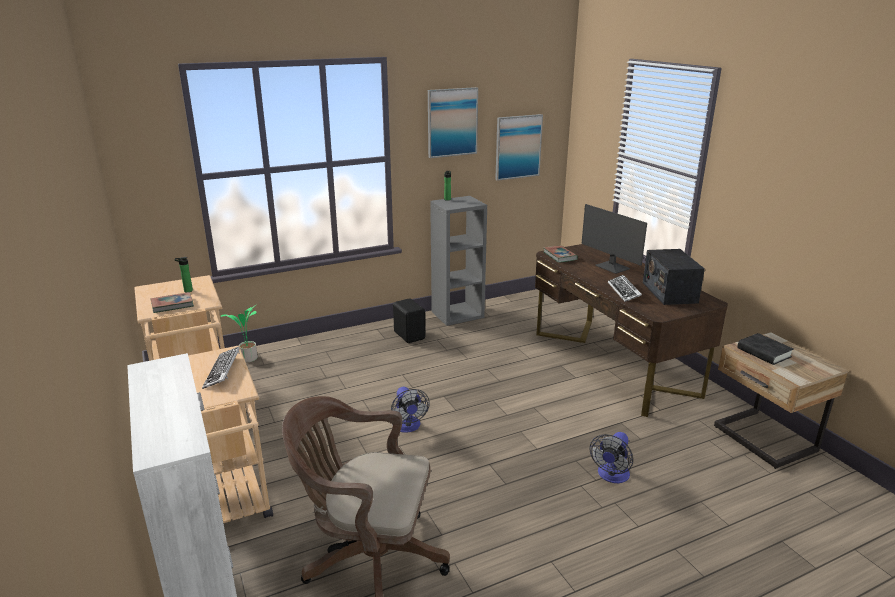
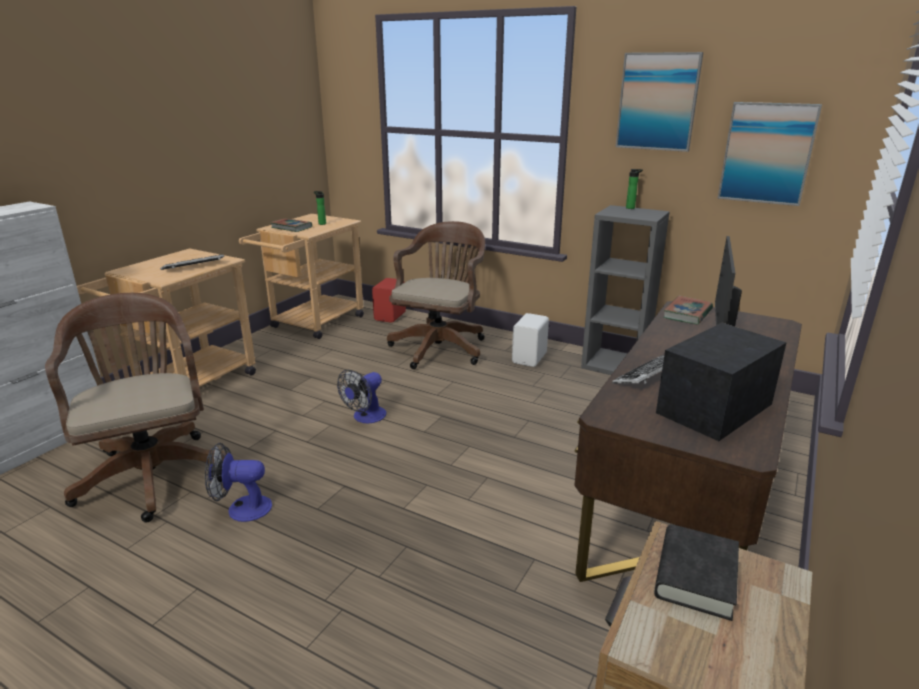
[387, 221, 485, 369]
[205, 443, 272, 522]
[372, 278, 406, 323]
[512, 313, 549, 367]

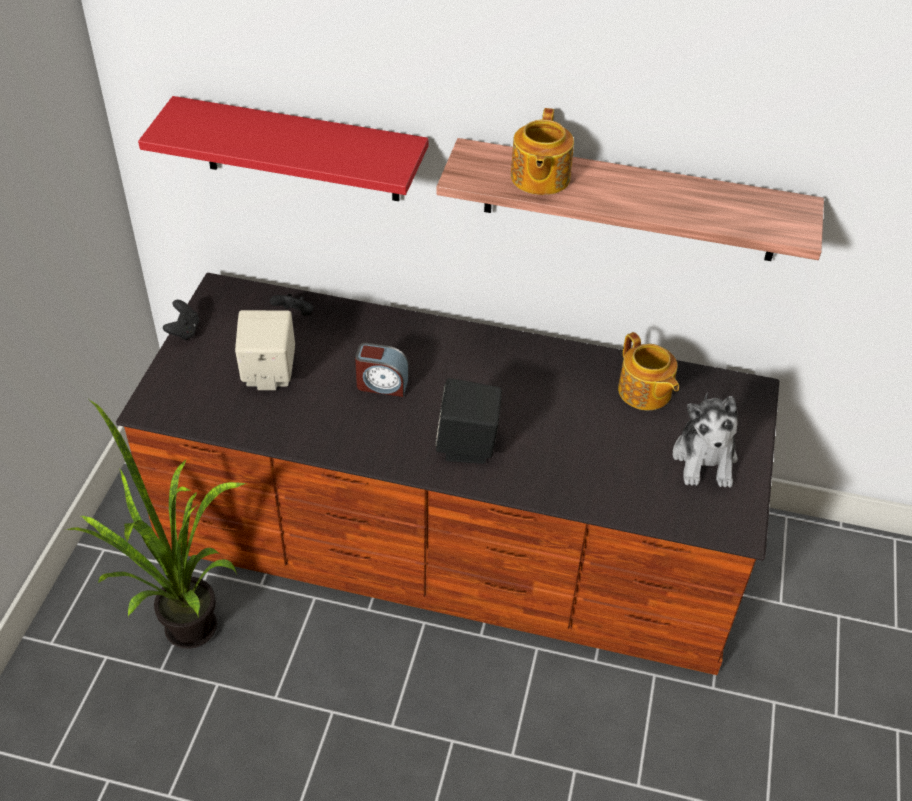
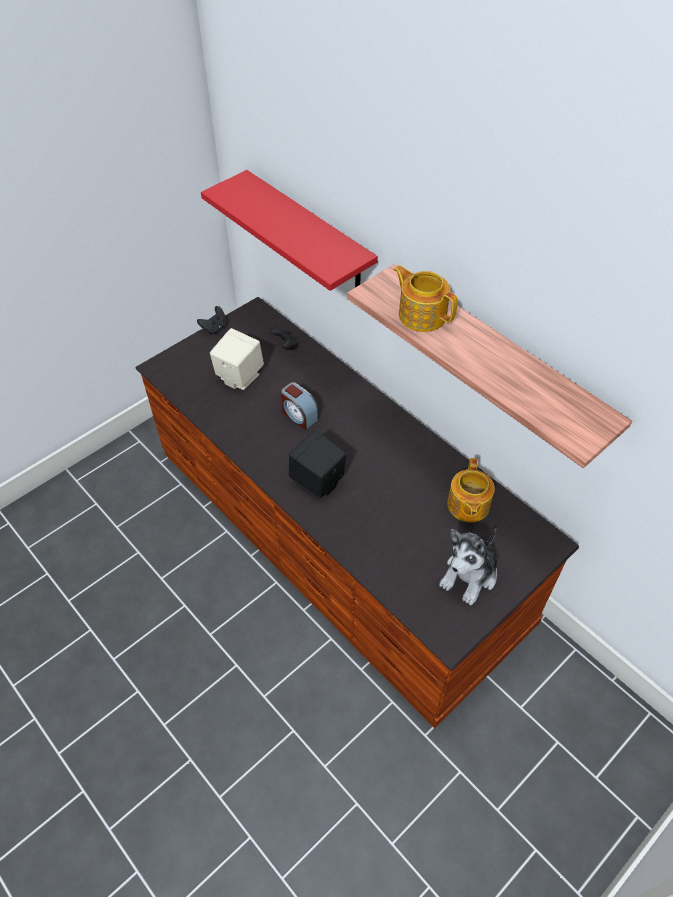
[67, 400, 245, 649] (first image)
[393, 265, 458, 332]

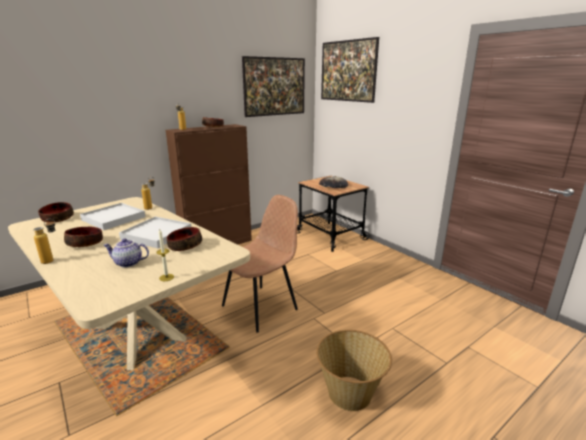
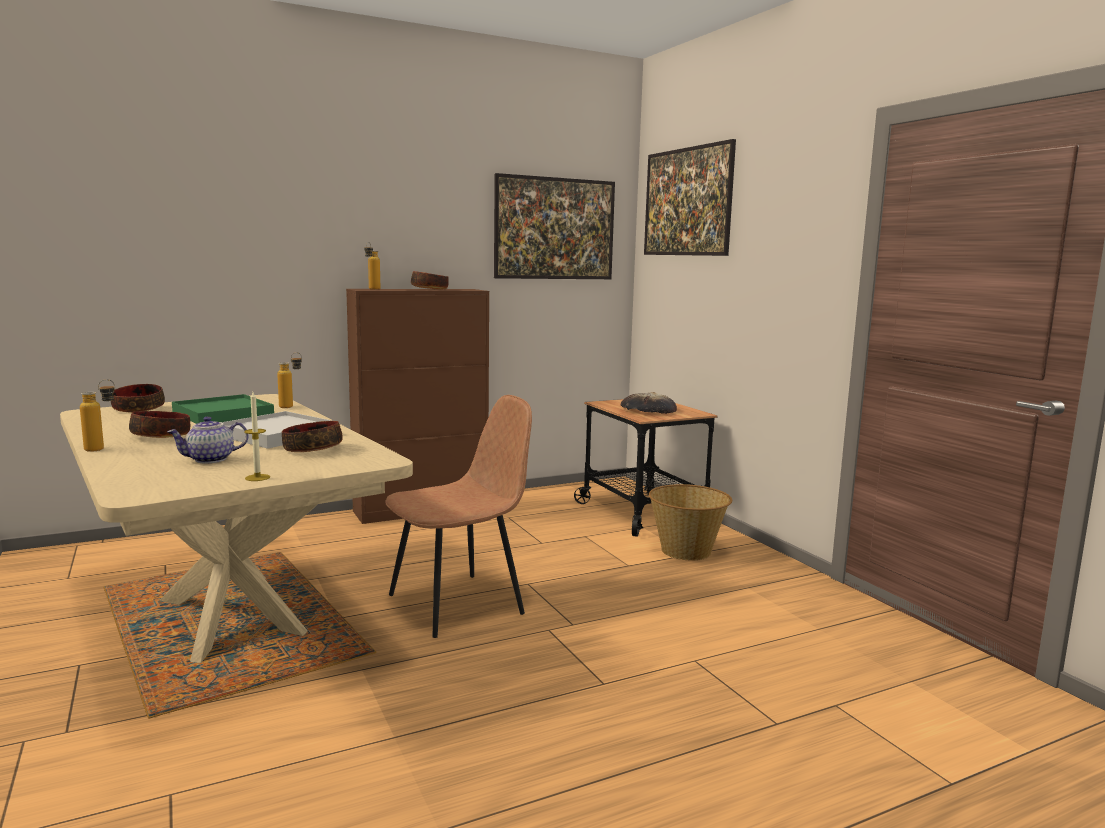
[649, 484, 732, 560]
[172, 394, 274, 424]
[167, 417, 248, 463]

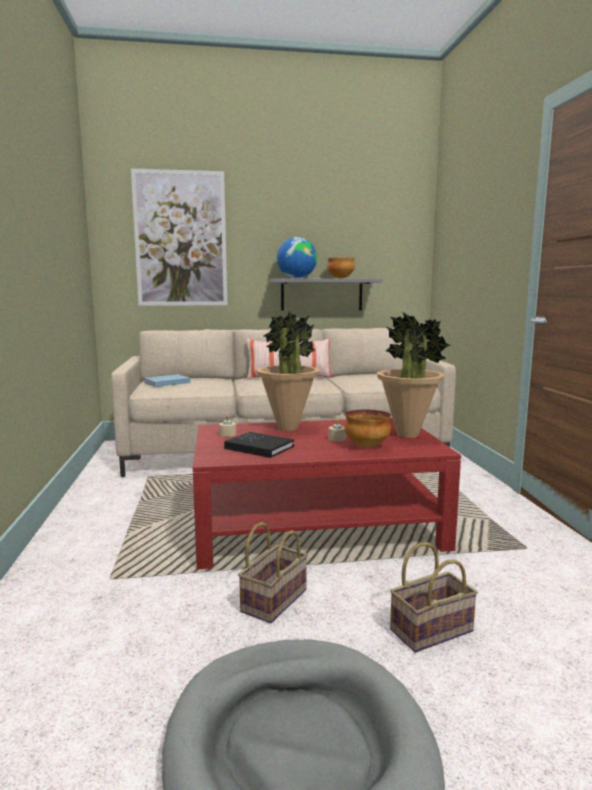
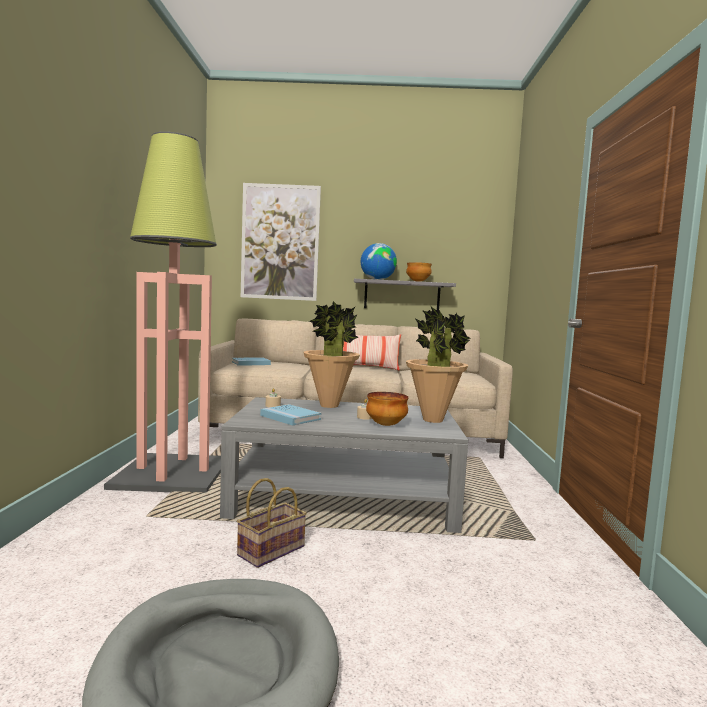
[390, 542, 478, 653] (first image)
[104, 132, 221, 492]
[220, 397, 468, 533]
[260, 404, 321, 426]

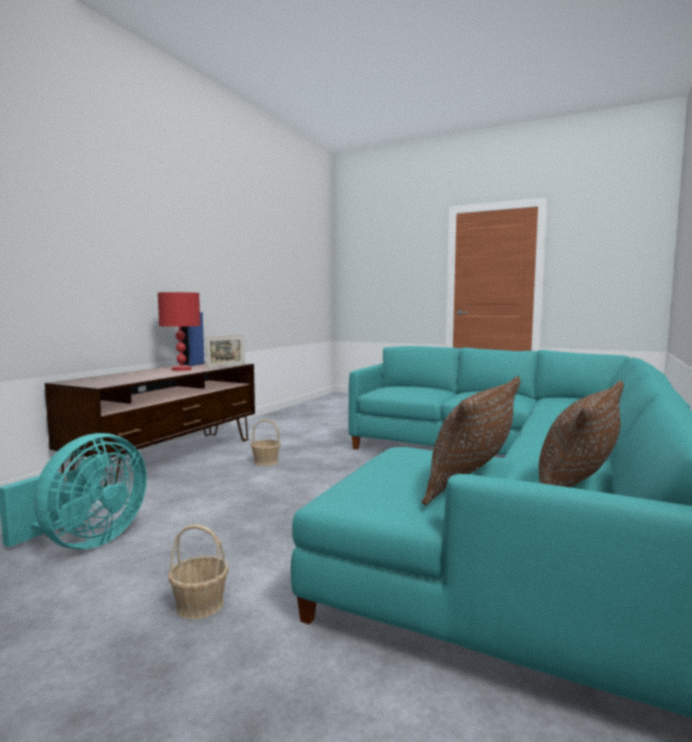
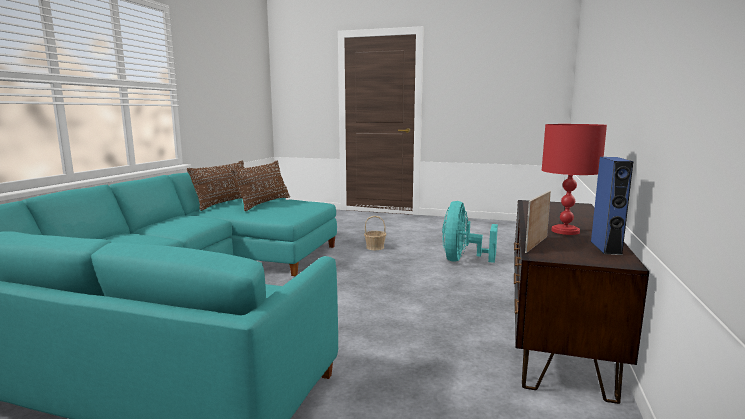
[251, 419, 281, 466] (first image)

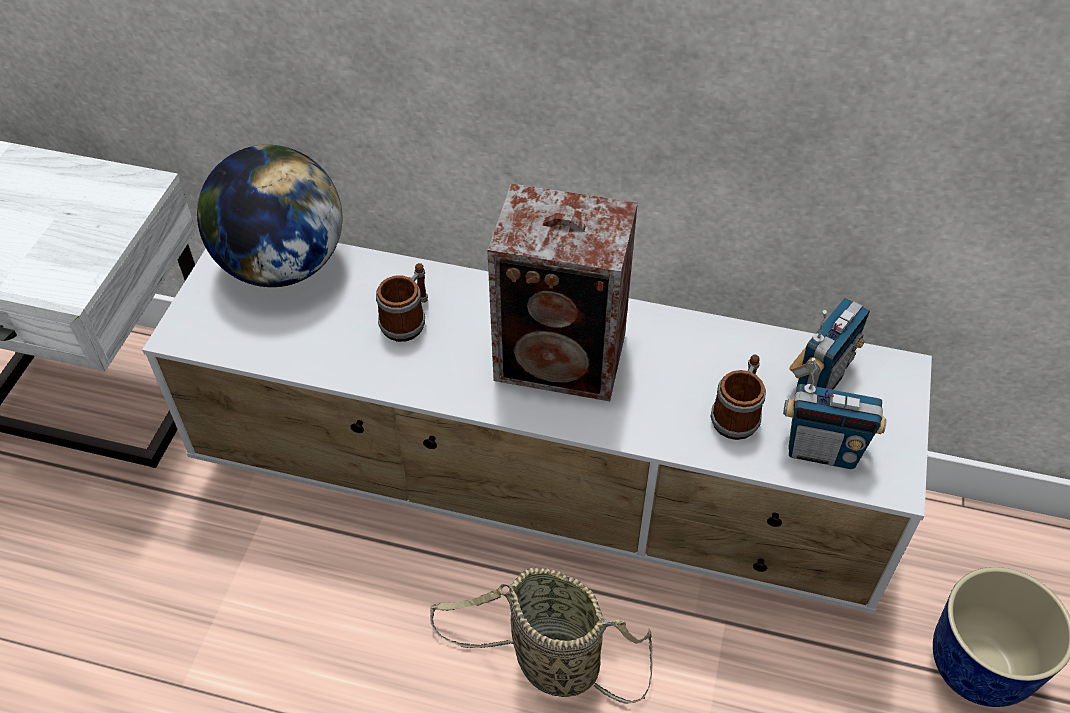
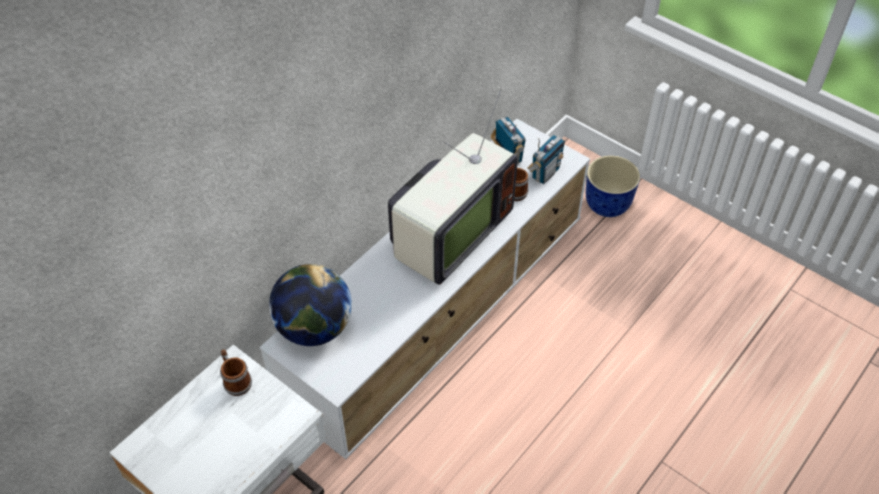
[430, 568, 652, 704] (first image)
[220, 349, 252, 396]
[388, 89, 518, 285]

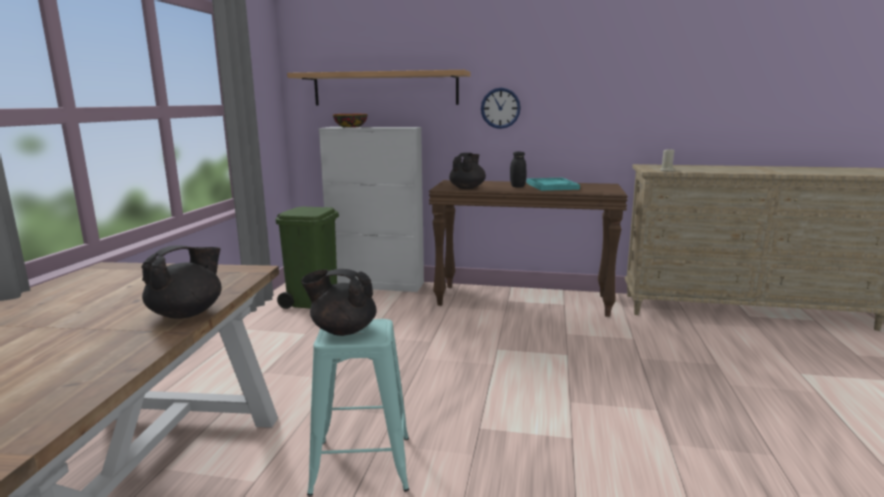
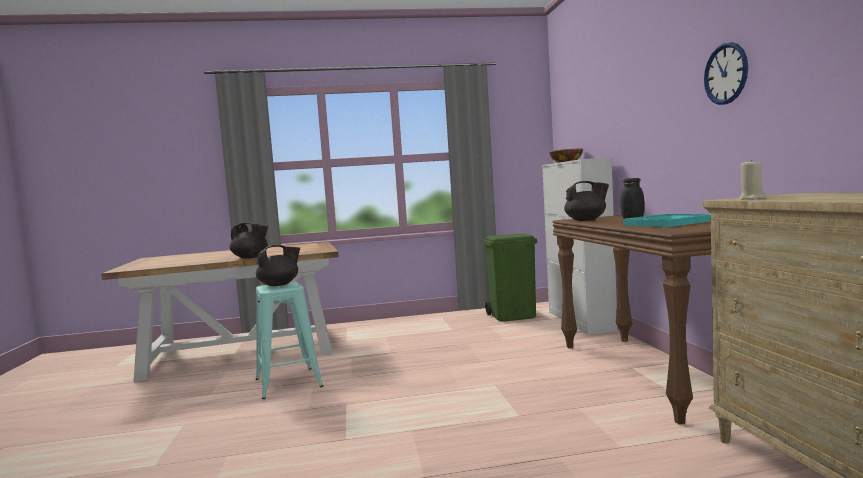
[287, 70, 470, 105] (first image)
[704, 42, 748, 105]
[256, 245, 300, 286]

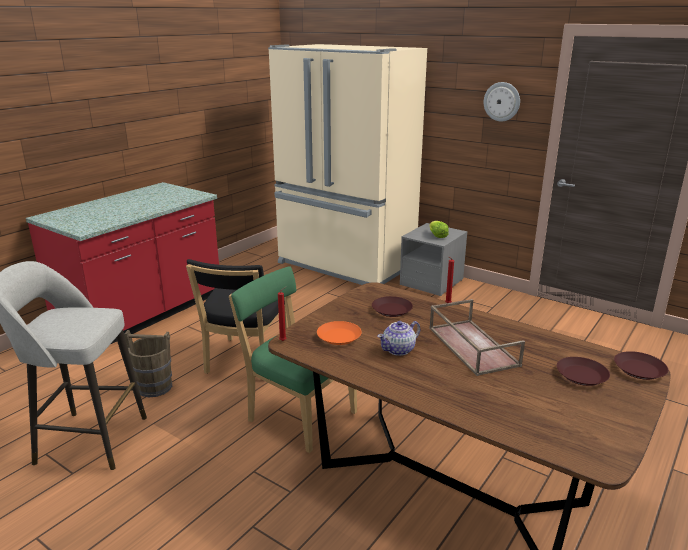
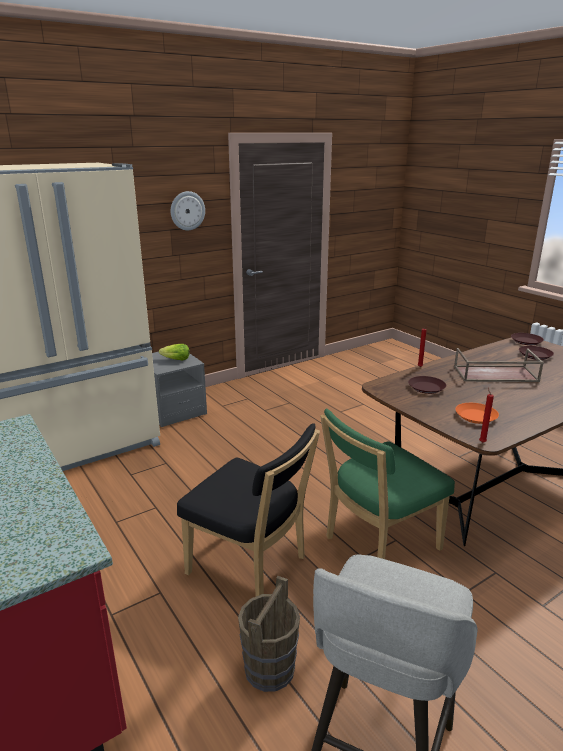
[377, 321, 420, 356] (first image)

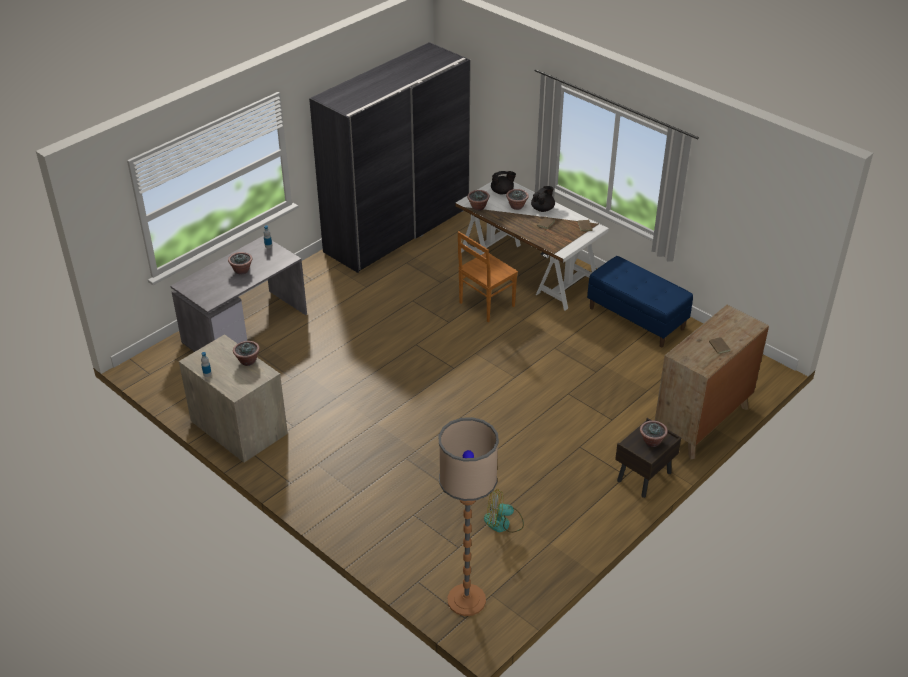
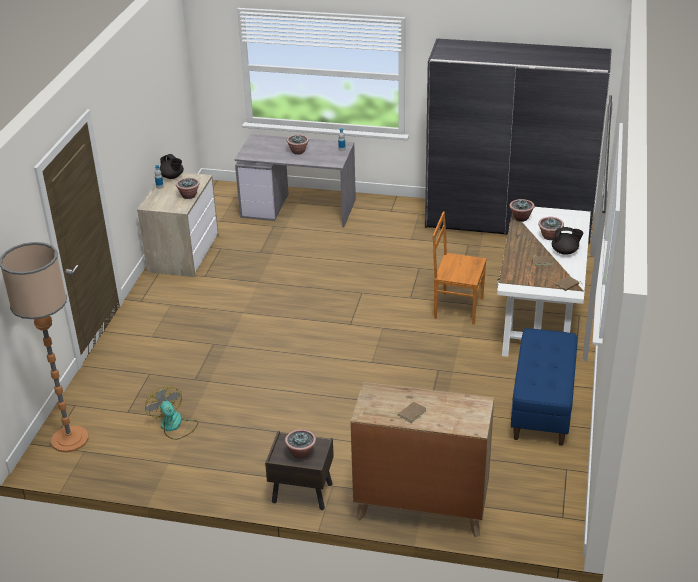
[159, 154, 184, 179]

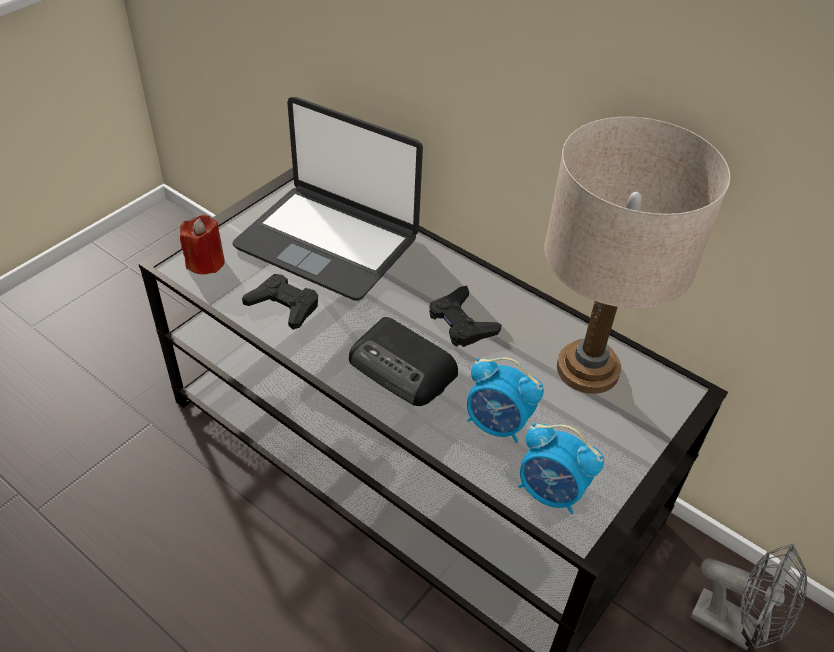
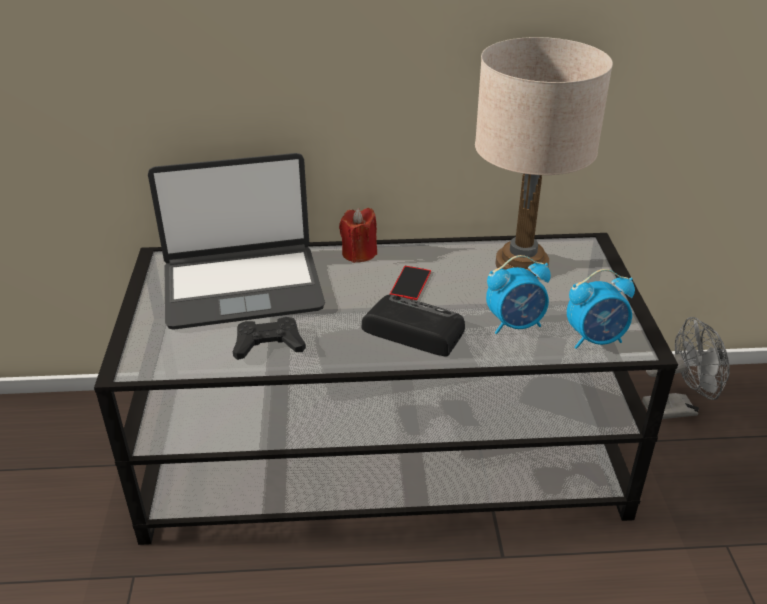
[339, 208, 377, 263]
[390, 266, 431, 300]
[362, 295, 465, 356]

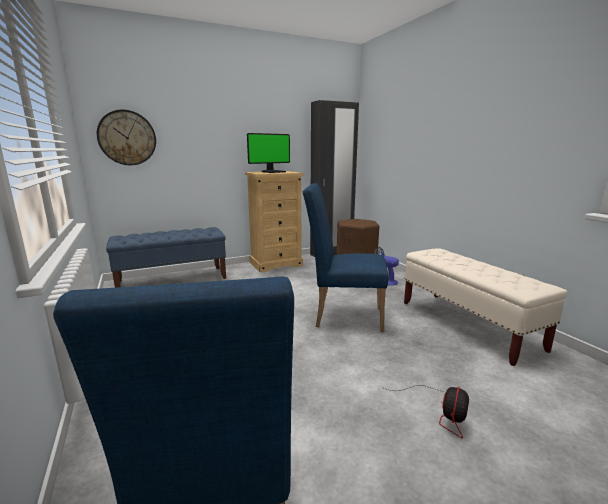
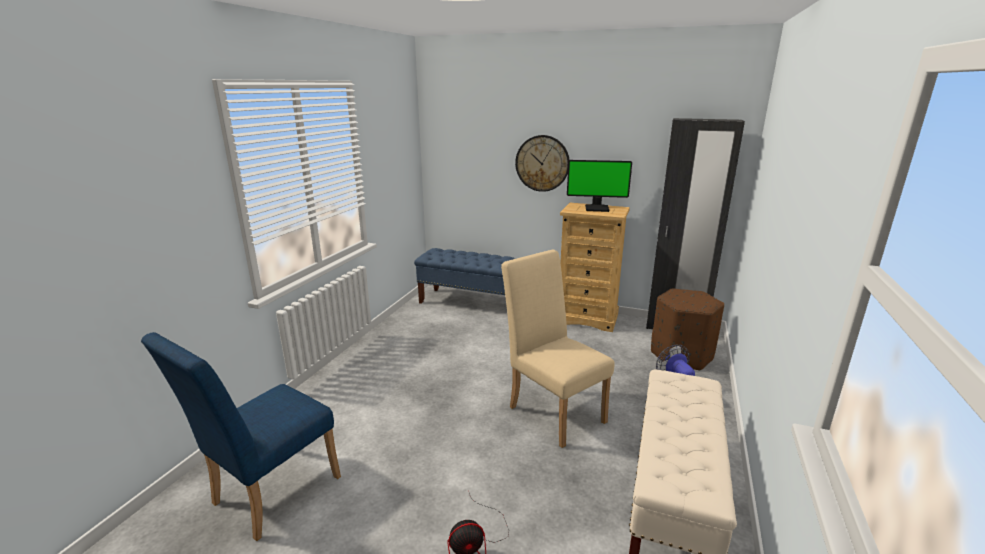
[515, 135, 570, 192]
[501, 249, 615, 448]

